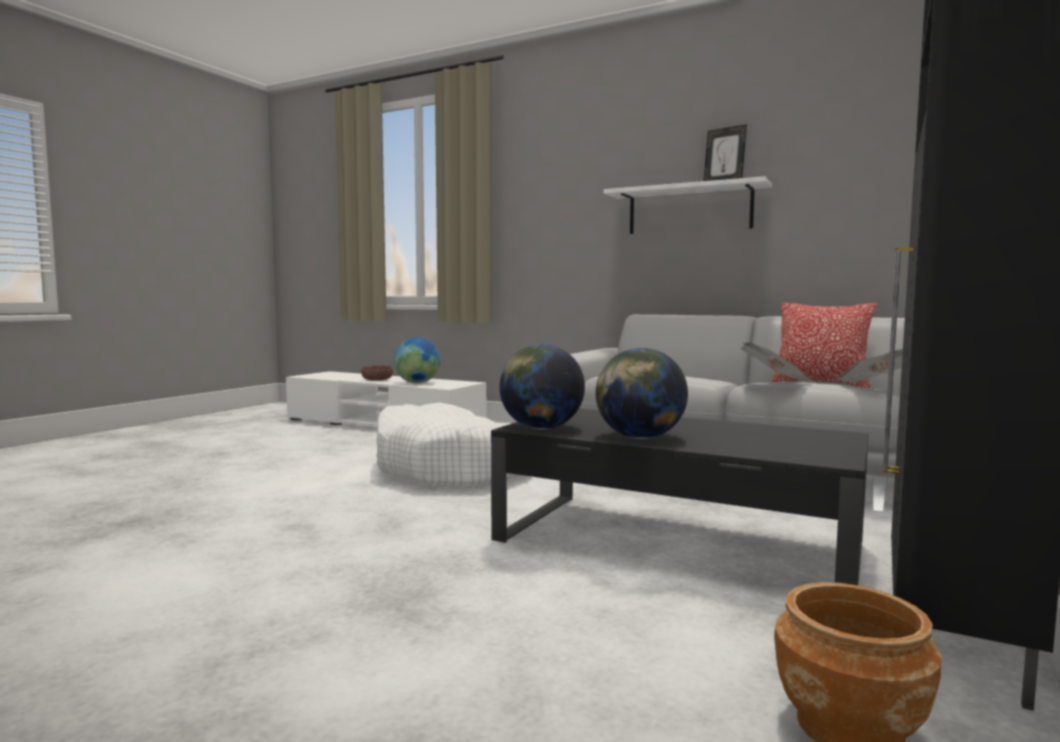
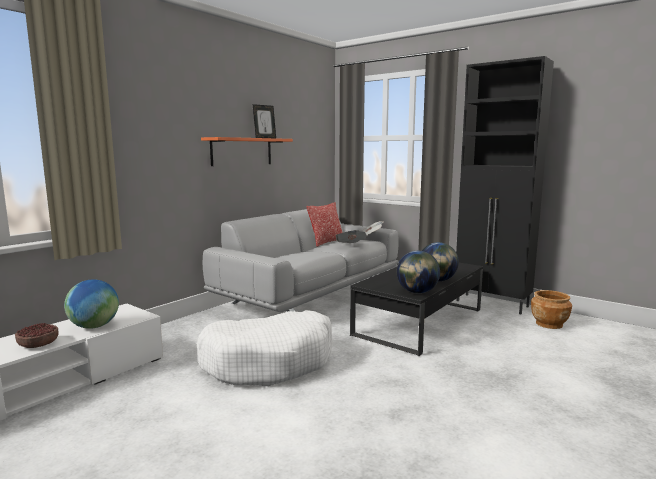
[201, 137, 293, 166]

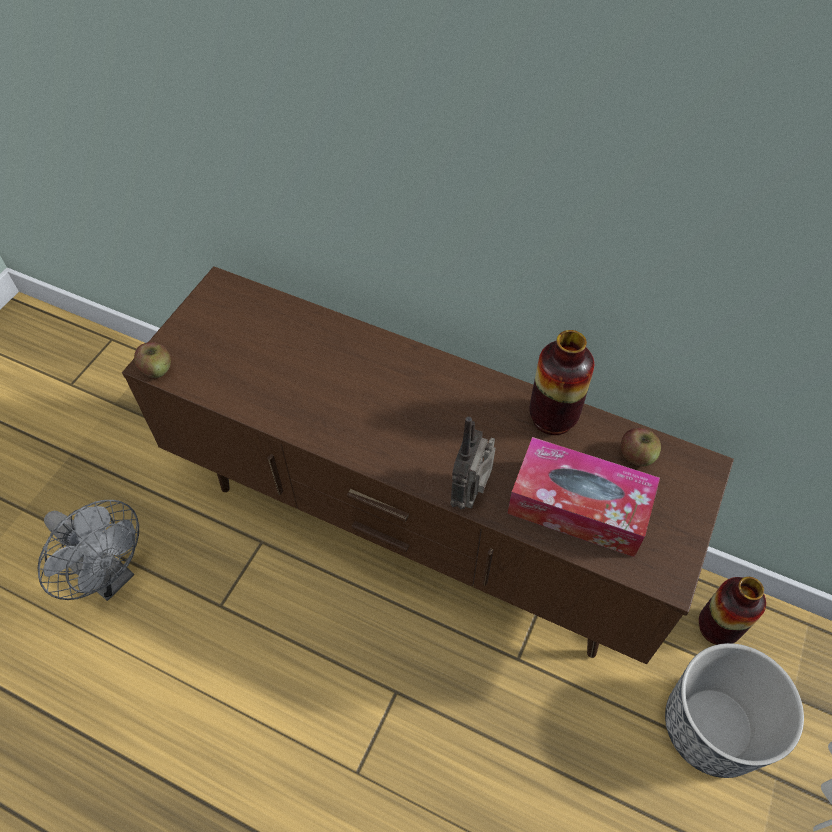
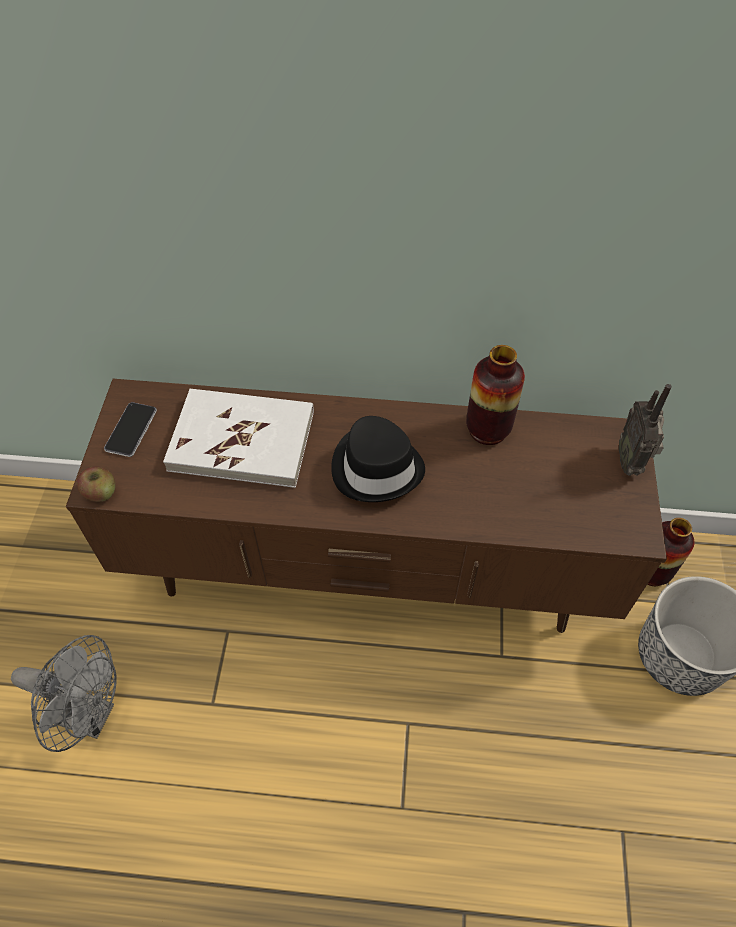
[507, 437, 660, 557] (first image)
[621, 427, 661, 466] (first image)
[104, 402, 157, 457]
[163, 389, 314, 488]
[331, 416, 425, 502]
[619, 384, 672, 476]

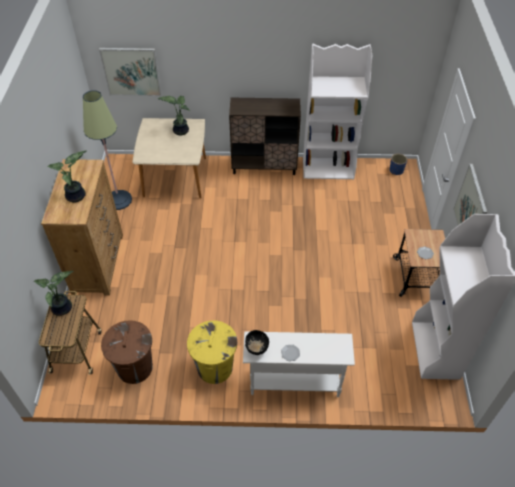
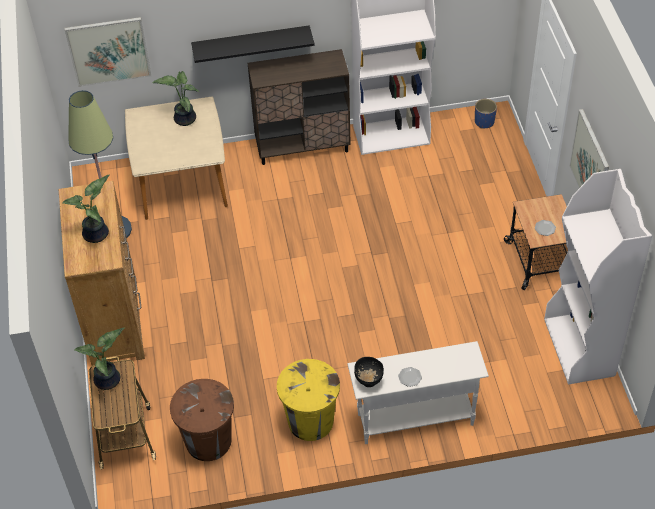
[191, 25, 315, 63]

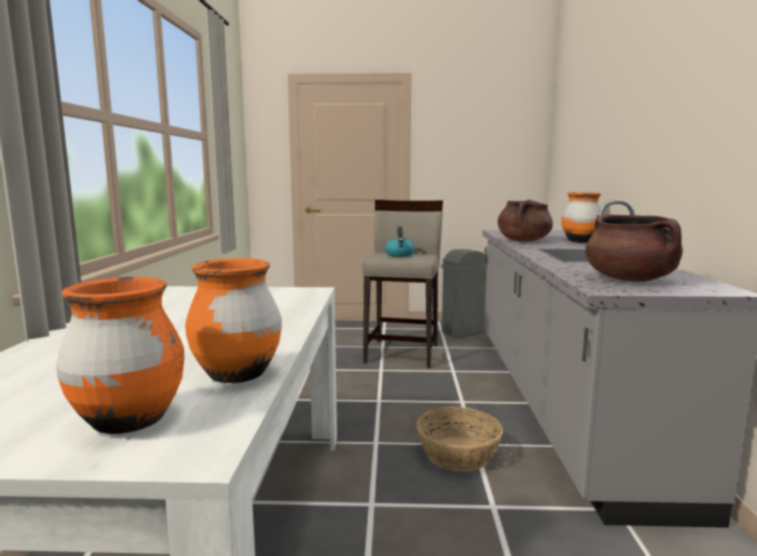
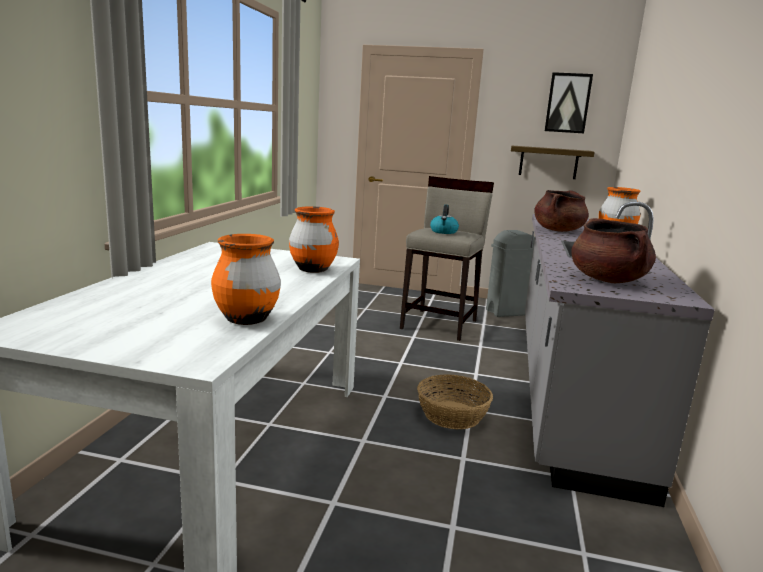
[511, 146, 595, 179]
[545, 72, 593, 133]
[289, 206, 339, 273]

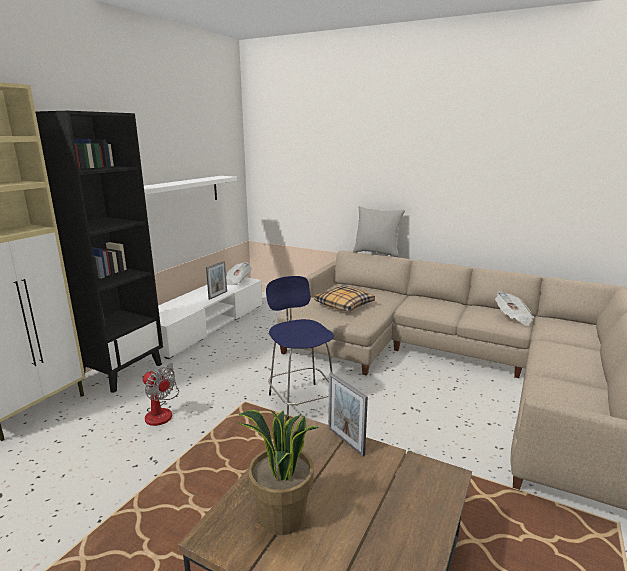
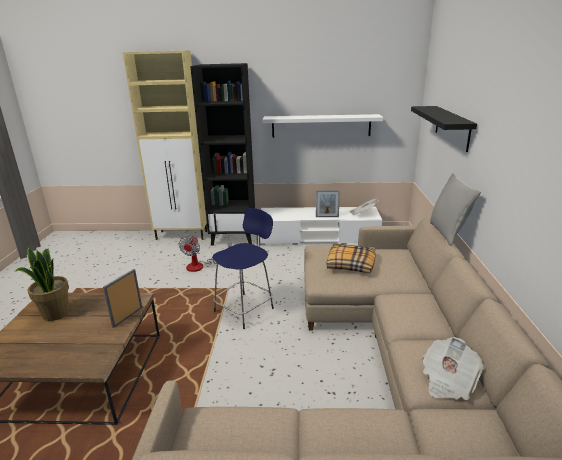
[411, 106, 477, 152]

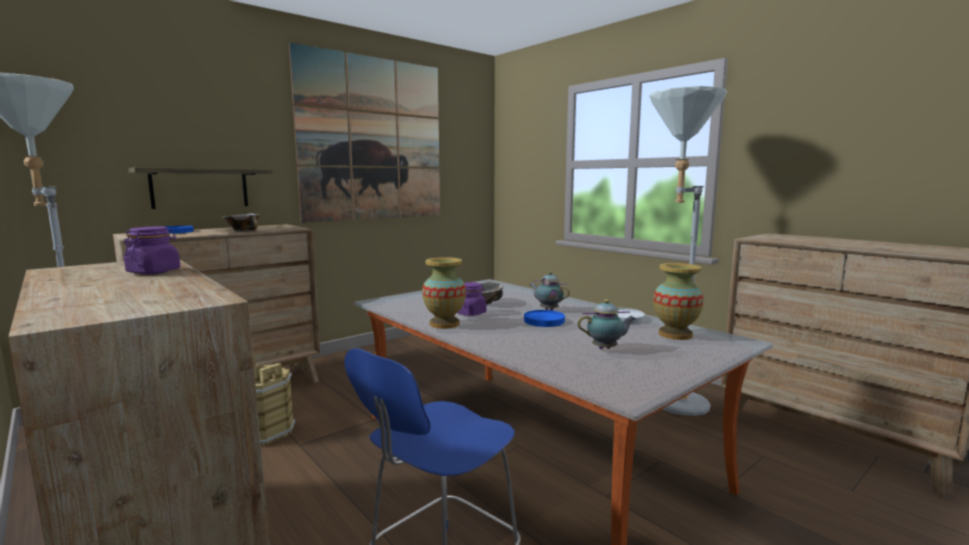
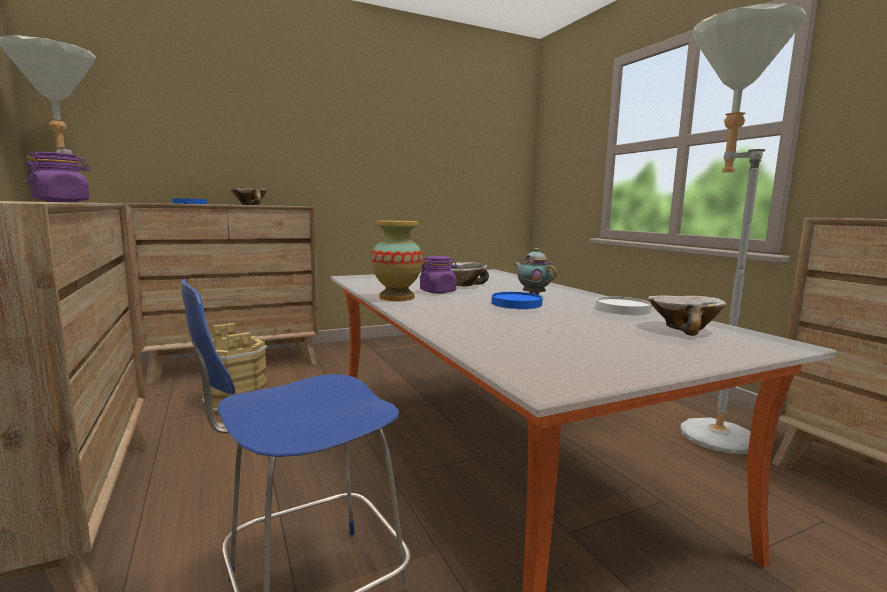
[129, 167, 272, 209] (first image)
[289, 42, 440, 223] (first image)
[577, 299, 636, 349] (first image)
[648, 296, 726, 336]

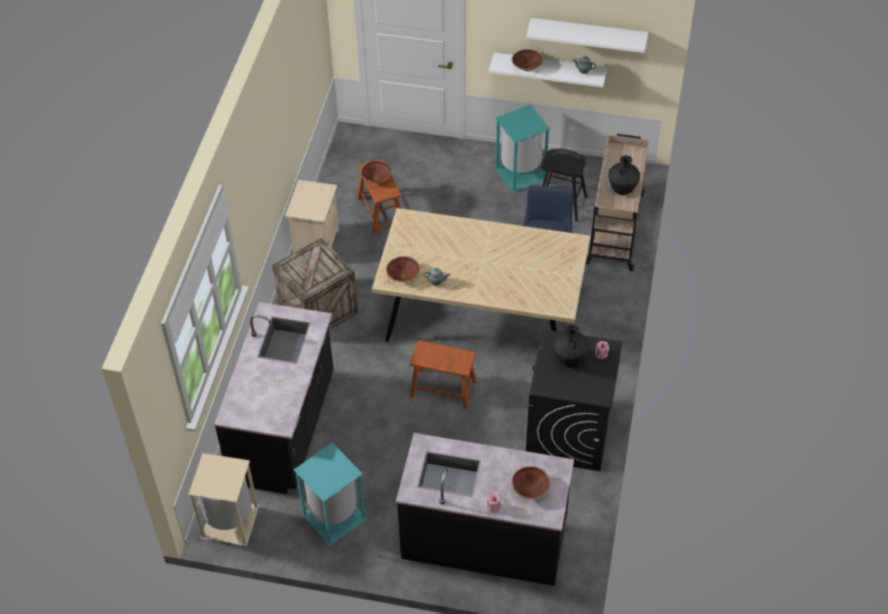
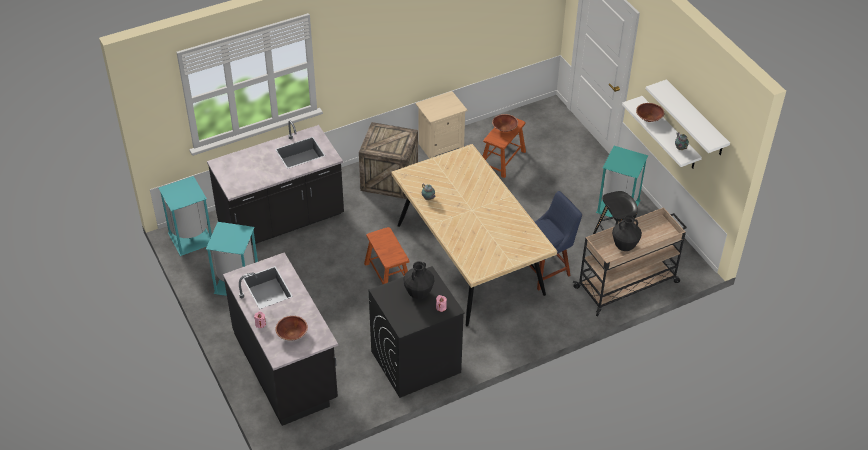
[386, 256, 420, 282] (first image)
[159, 176, 212, 256]

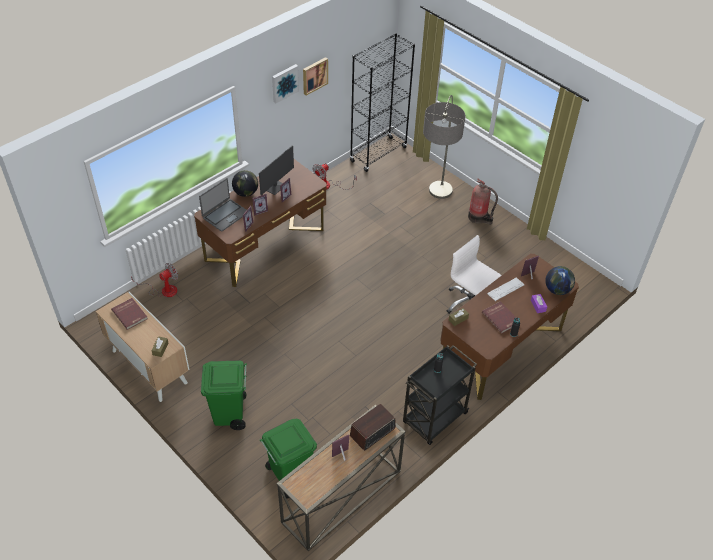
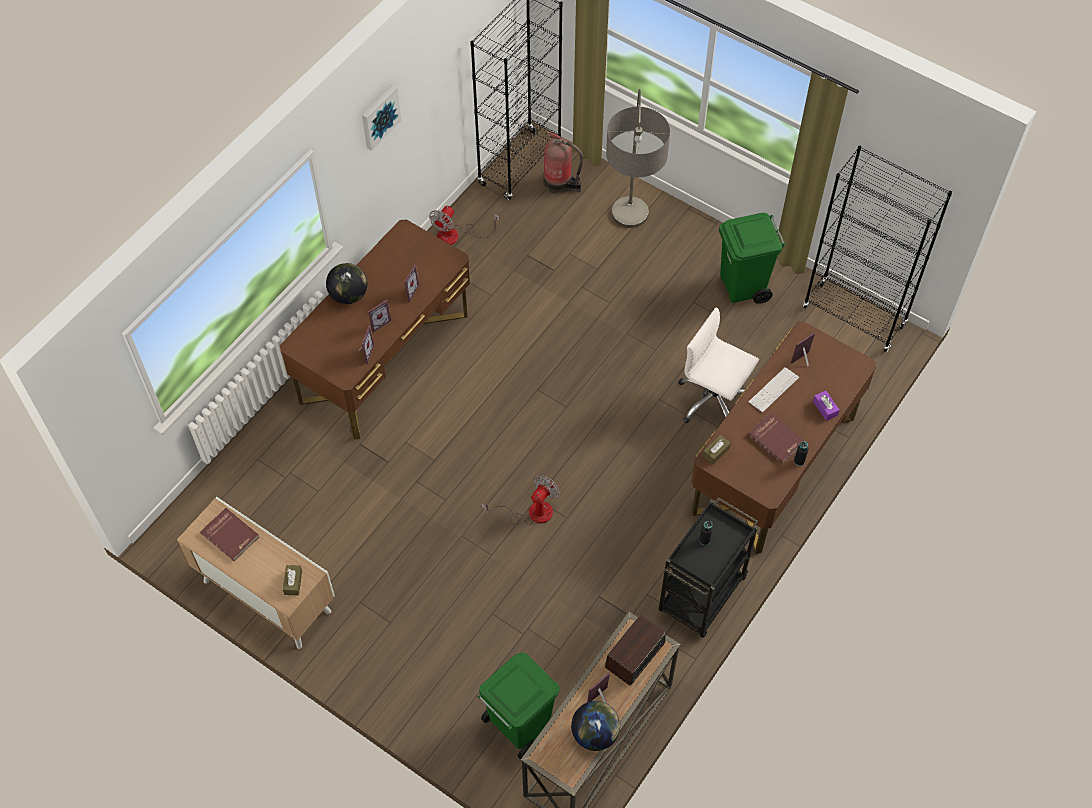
[199, 178, 247, 232] (first image)
[259, 145, 294, 195] (first image)
[303, 57, 328, 95] (first image)
[803, 146, 952, 352]
[481, 475, 560, 526]
[719, 213, 786, 304]
[543, 132, 583, 194]
[571, 701, 620, 751]

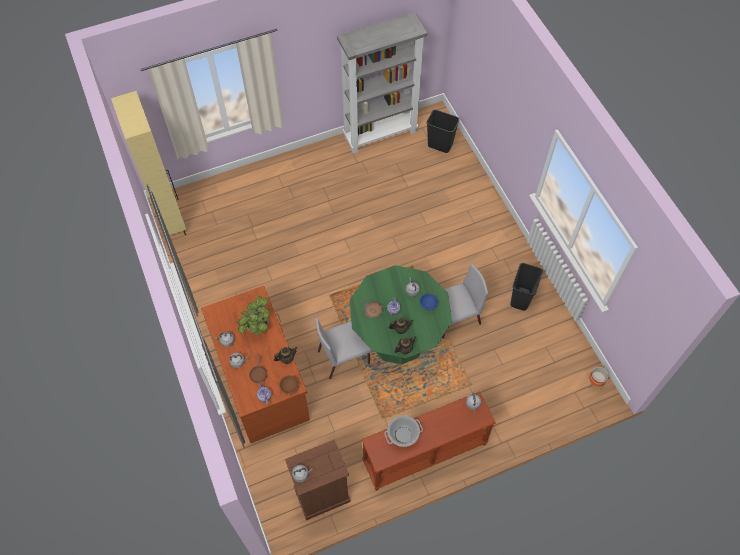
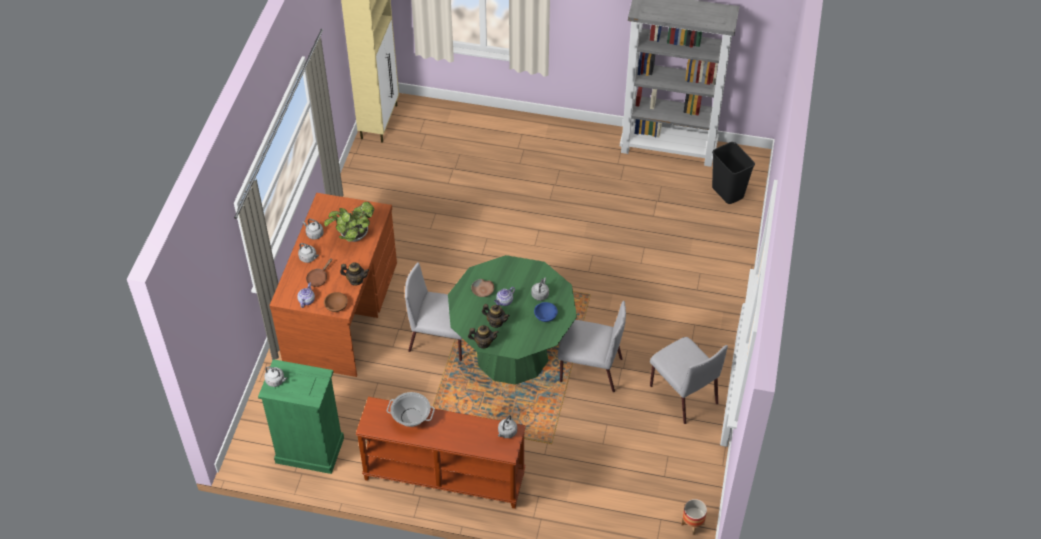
[650, 337, 728, 424]
[258, 359, 344, 474]

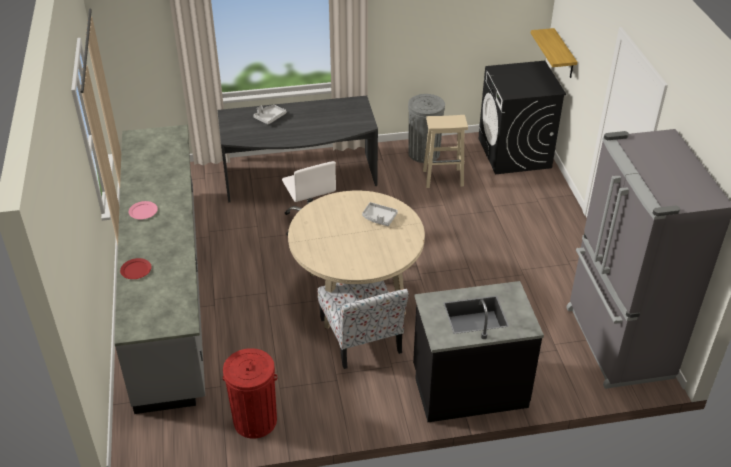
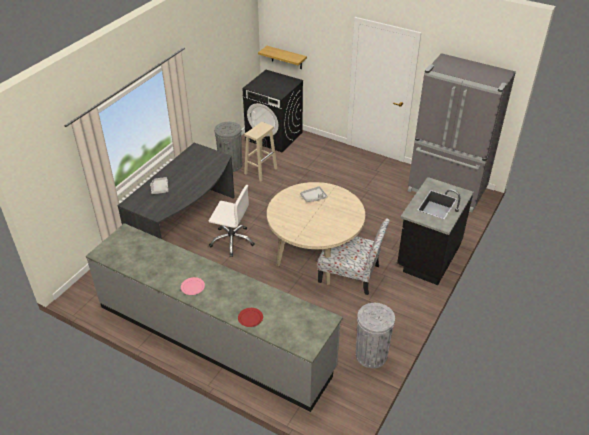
[356, 303, 395, 368]

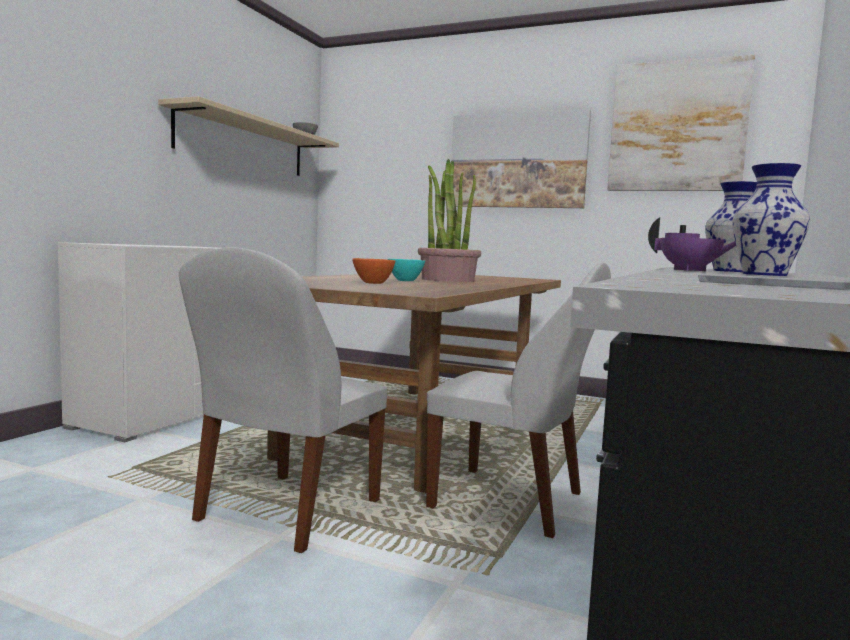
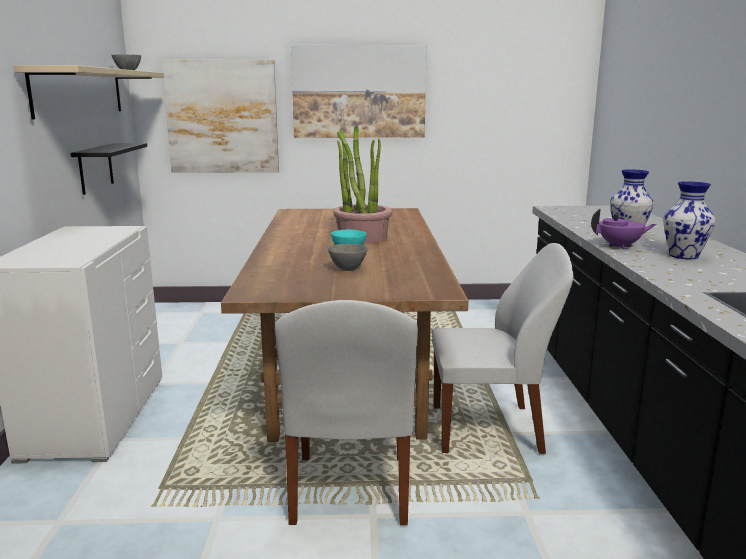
[71, 143, 147, 195]
[161, 60, 279, 173]
[328, 244, 368, 271]

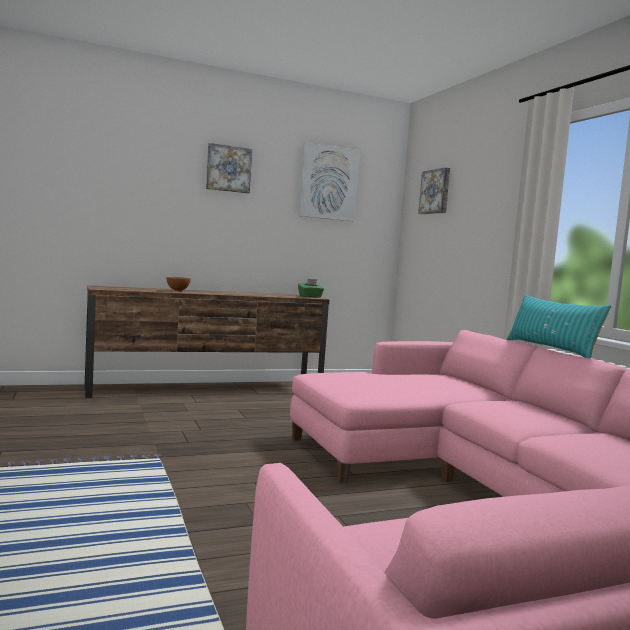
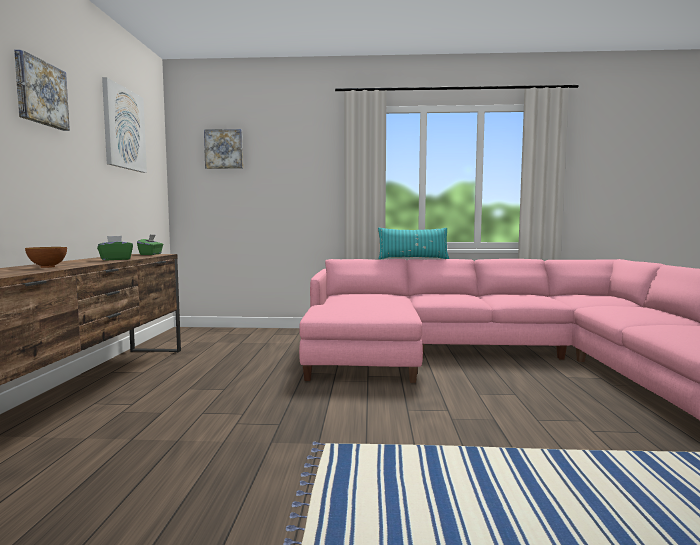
[97, 236, 133, 260]

